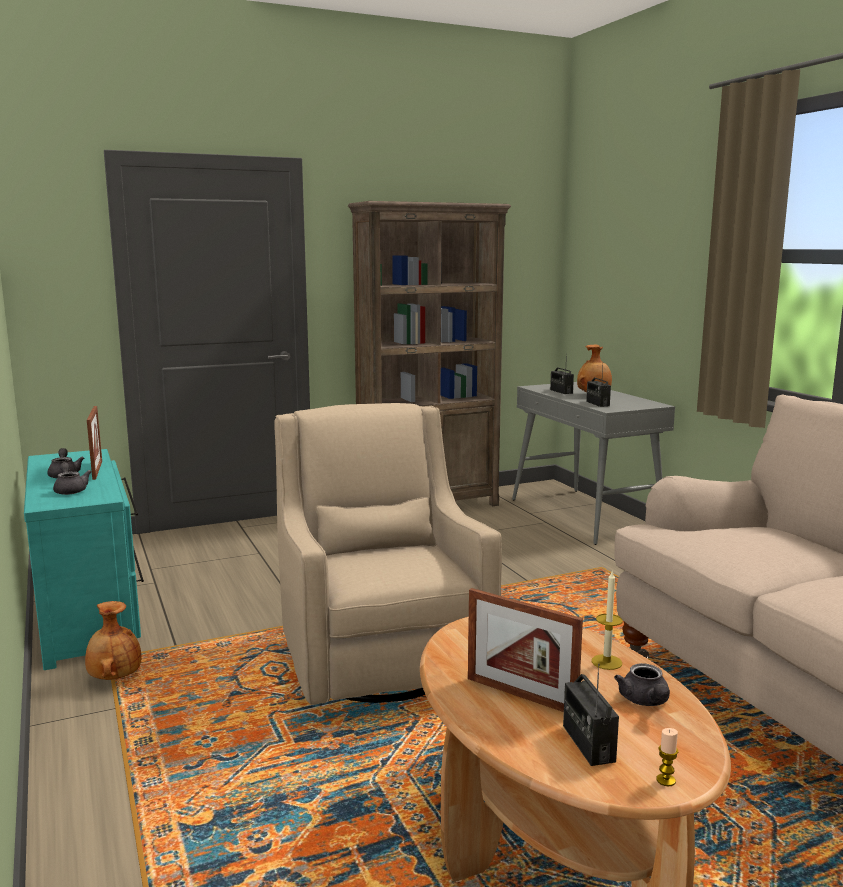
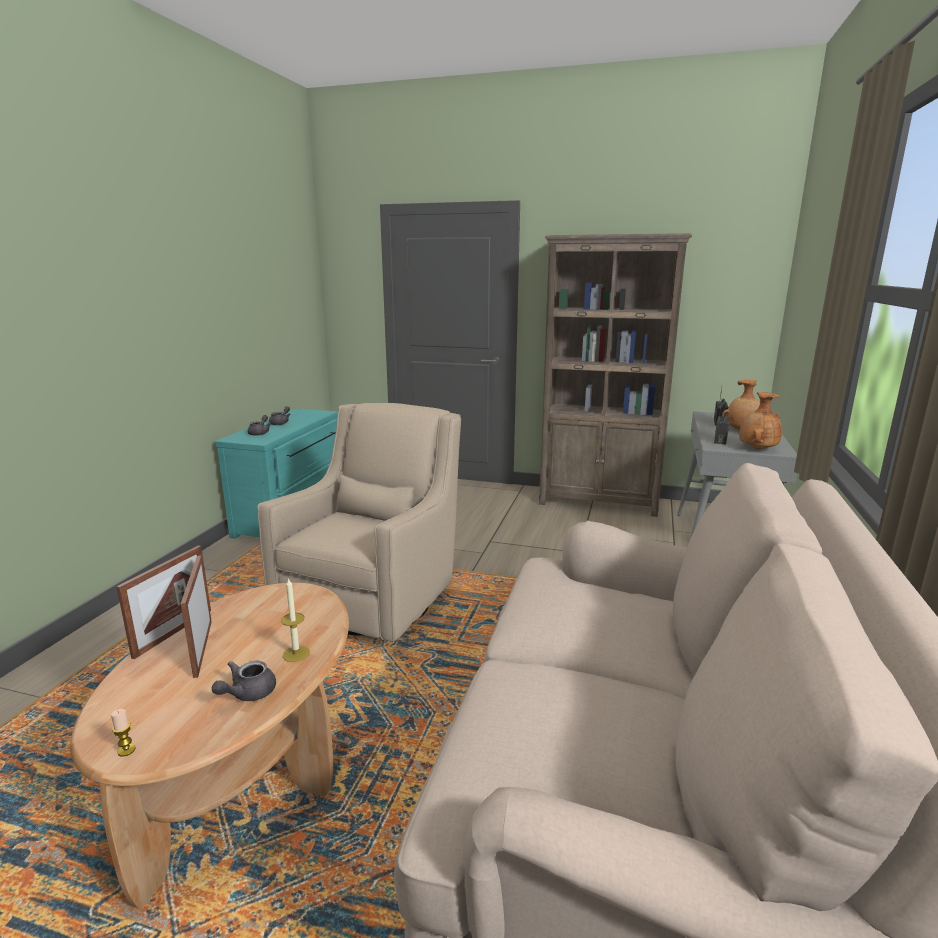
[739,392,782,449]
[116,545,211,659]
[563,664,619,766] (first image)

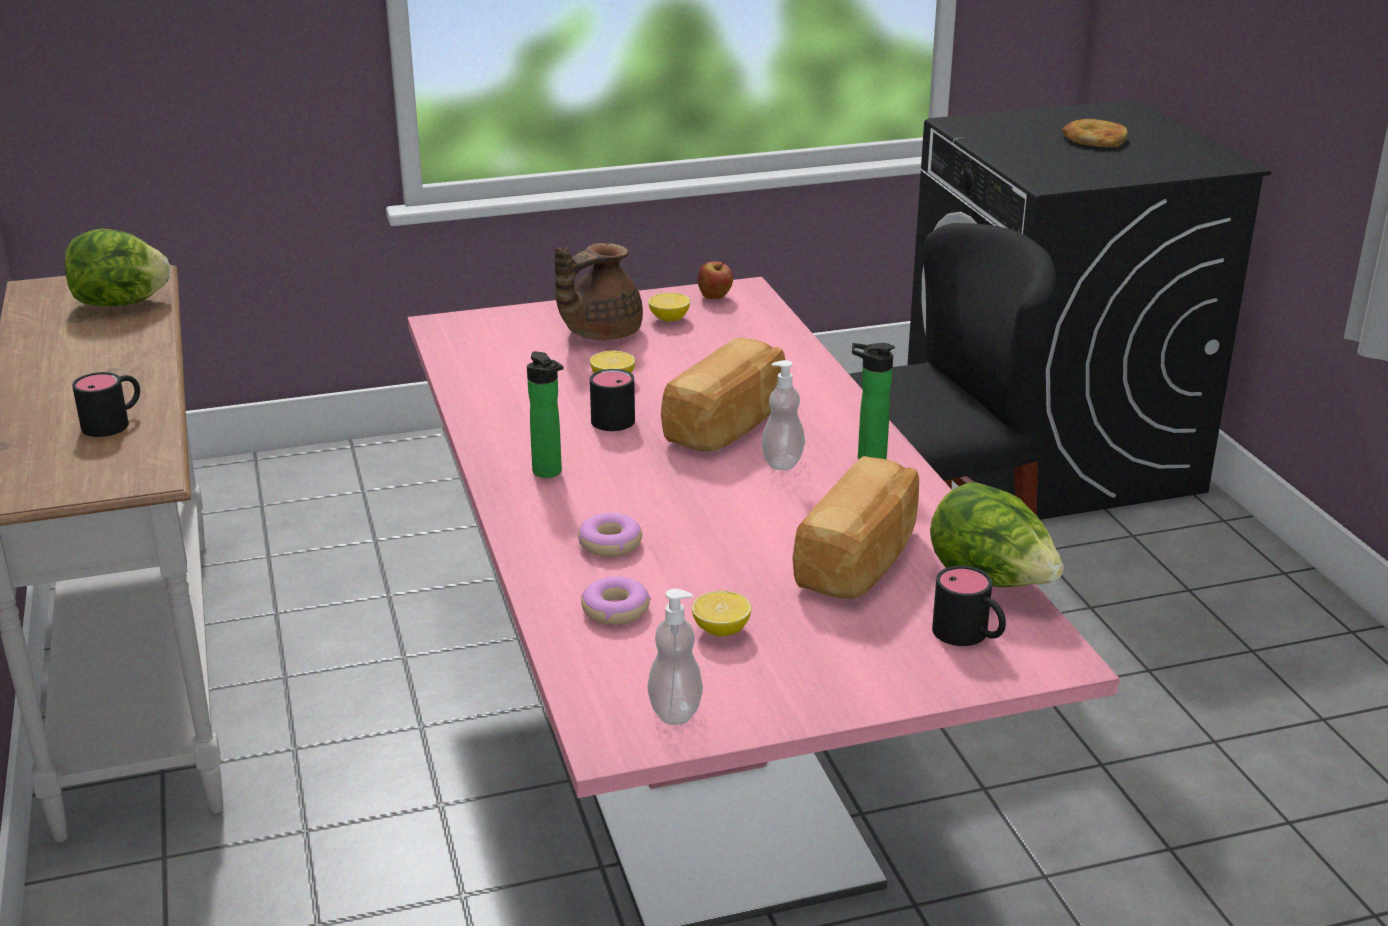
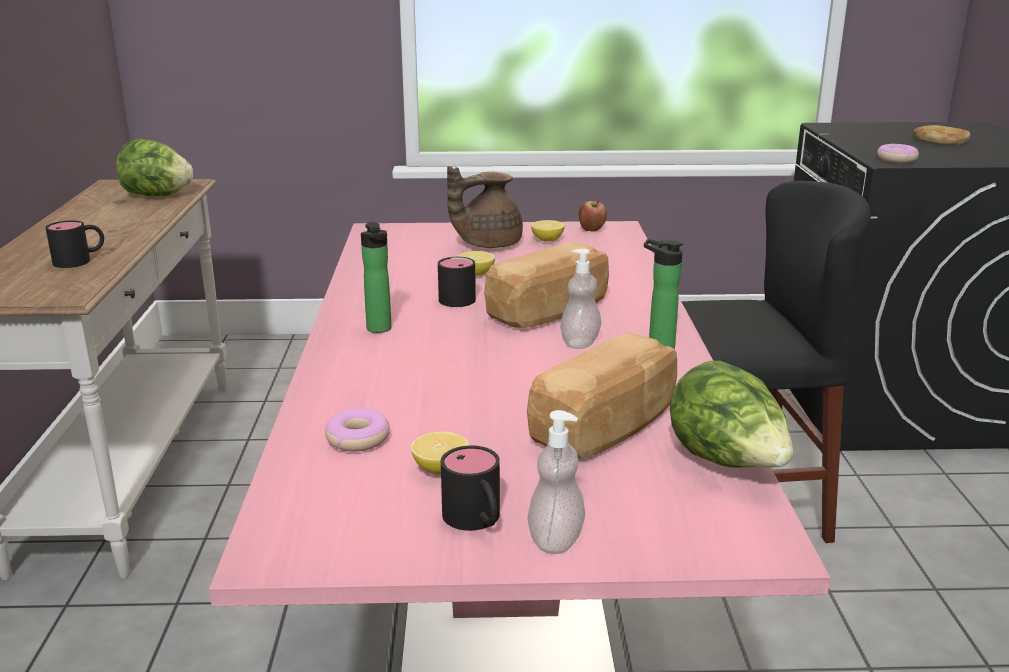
[877,144,919,163]
[527,410,585,554]
[441,445,500,531]

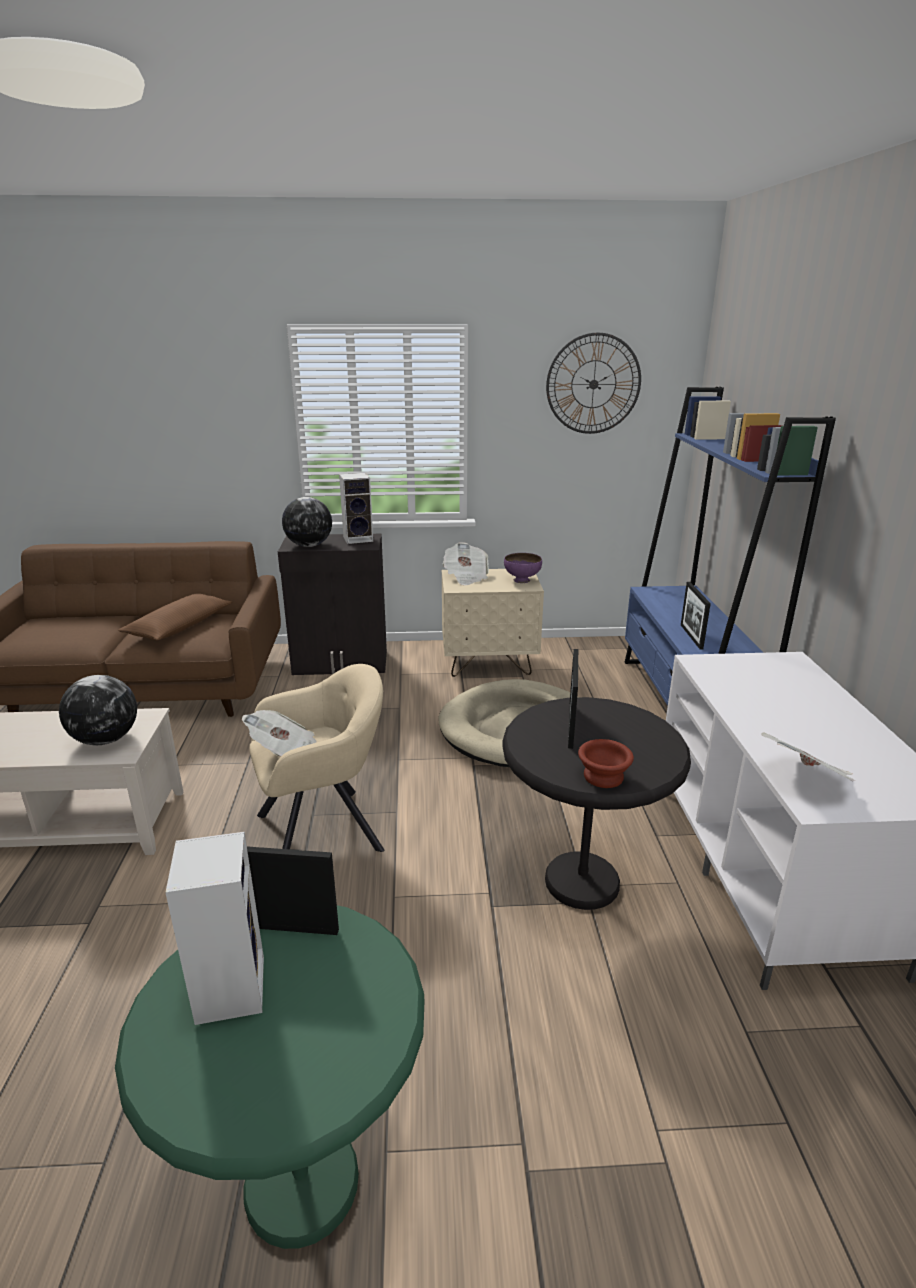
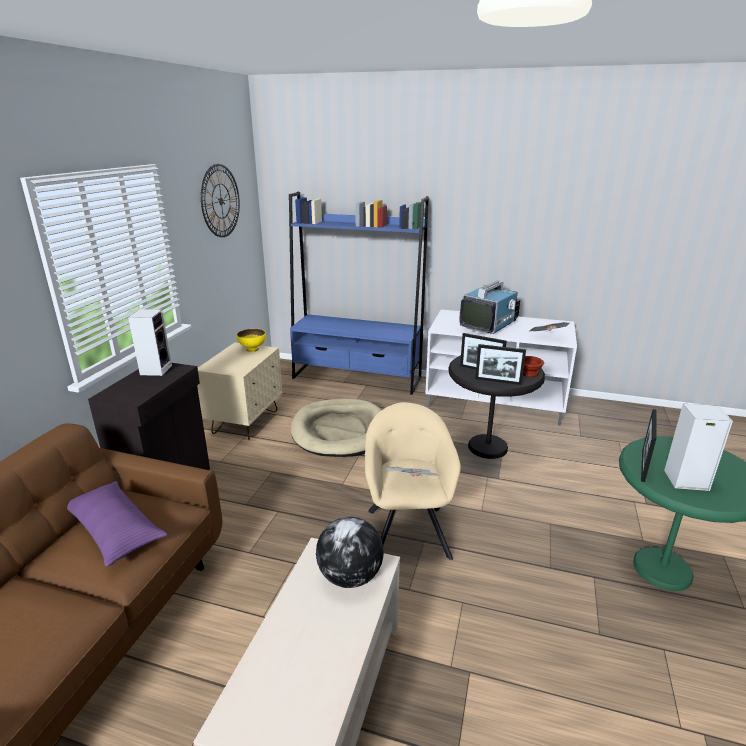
[67,481,168,567]
[282,497,332,547] (first image)
[443,542,489,586] (first image)
[237,328,266,352]
[475,344,526,385]
[460,280,520,334]

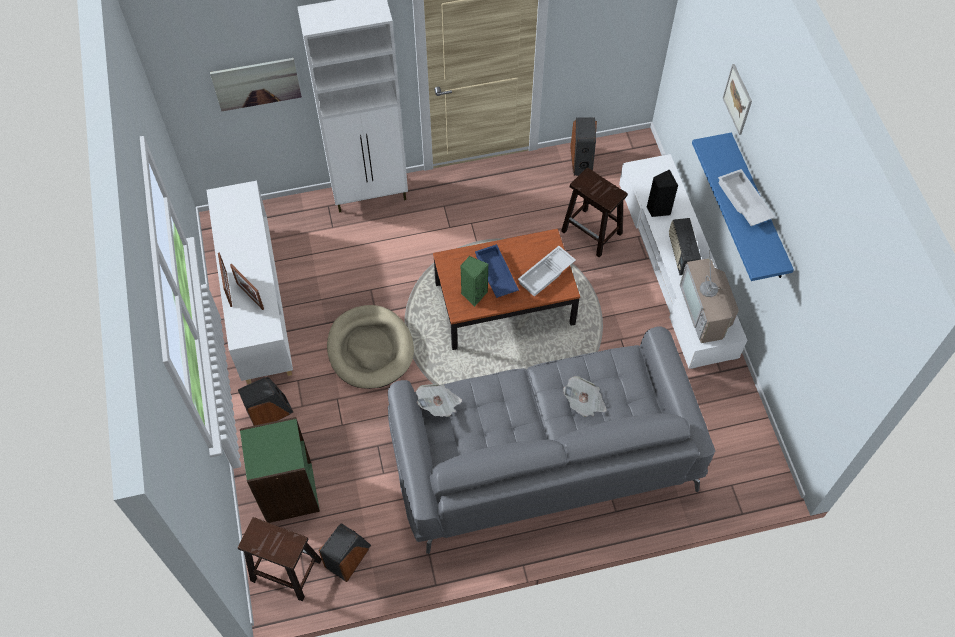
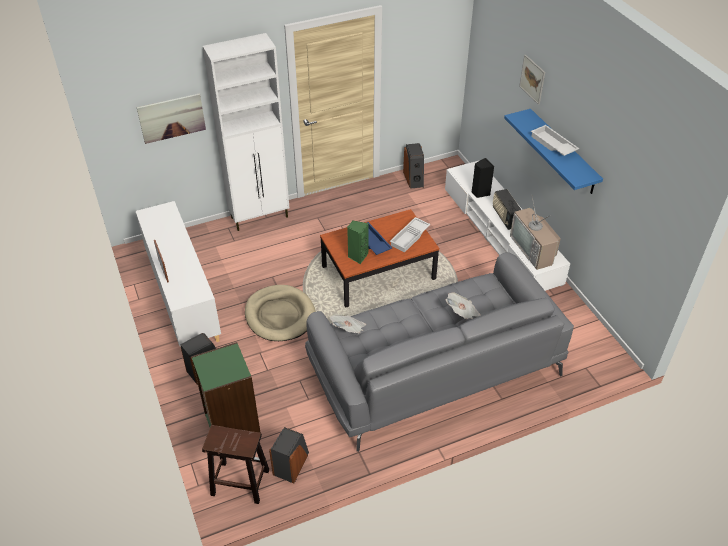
[230,264,264,310] (first image)
[561,167,628,257] (first image)

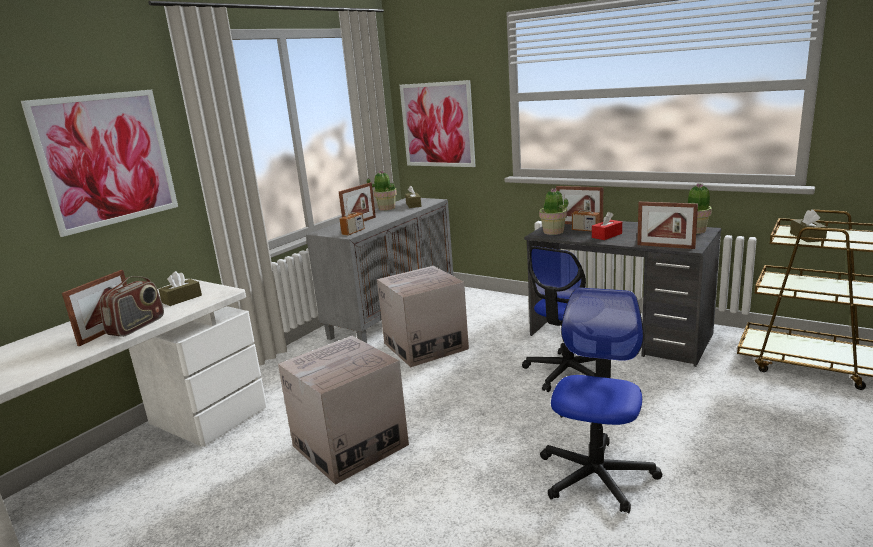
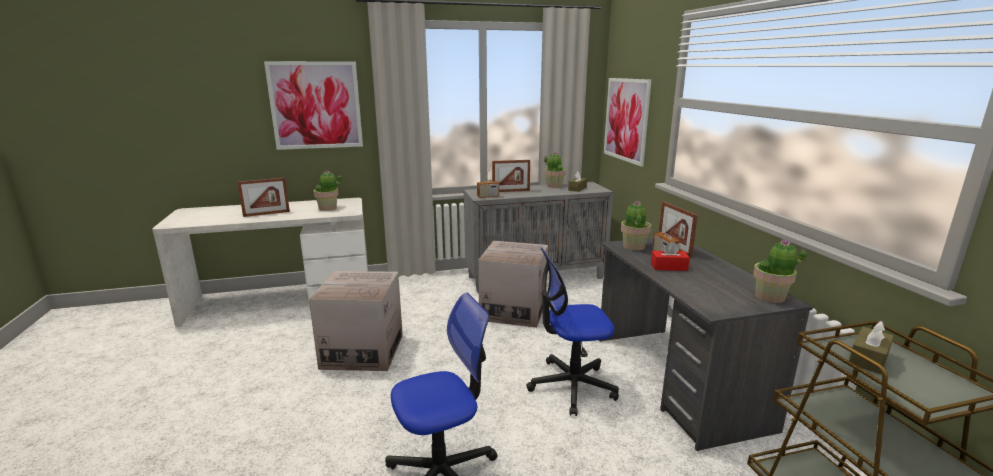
[100,276,164,337] (first image)
[314,170,342,211]
[637,202,698,249] (first image)

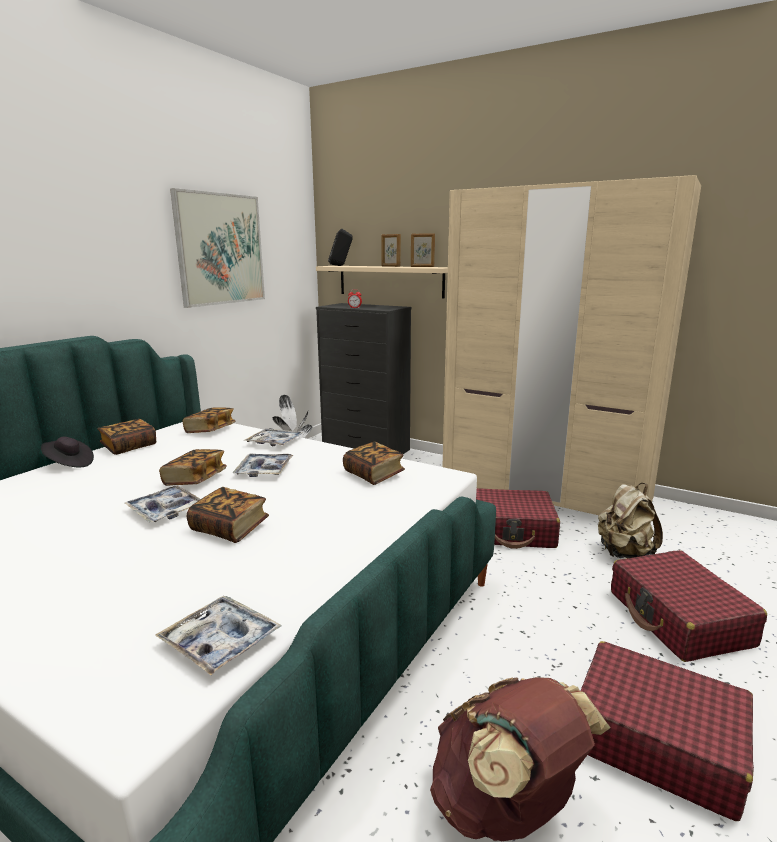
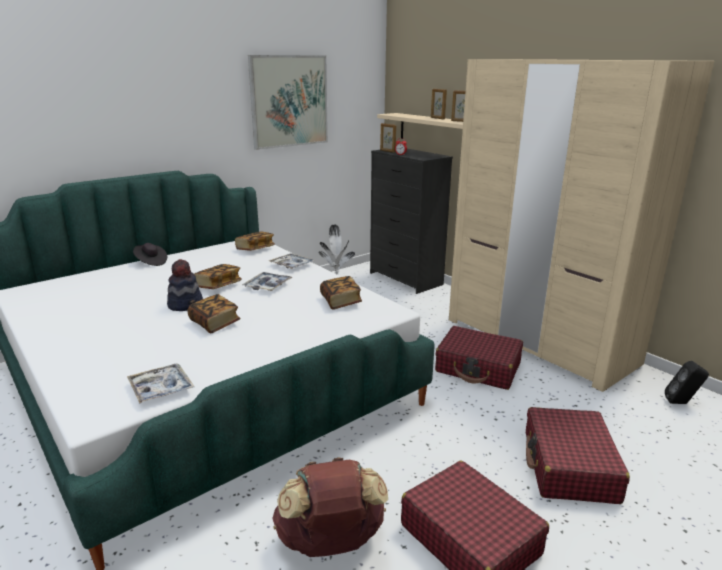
[98,419,156,455] (first image)
[167,259,203,311]
[665,361,709,404]
[598,483,663,558] (first image)
[380,123,397,153]

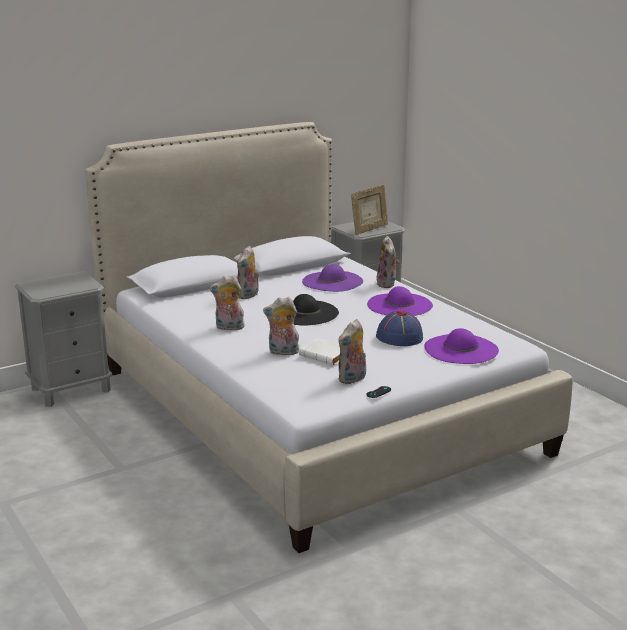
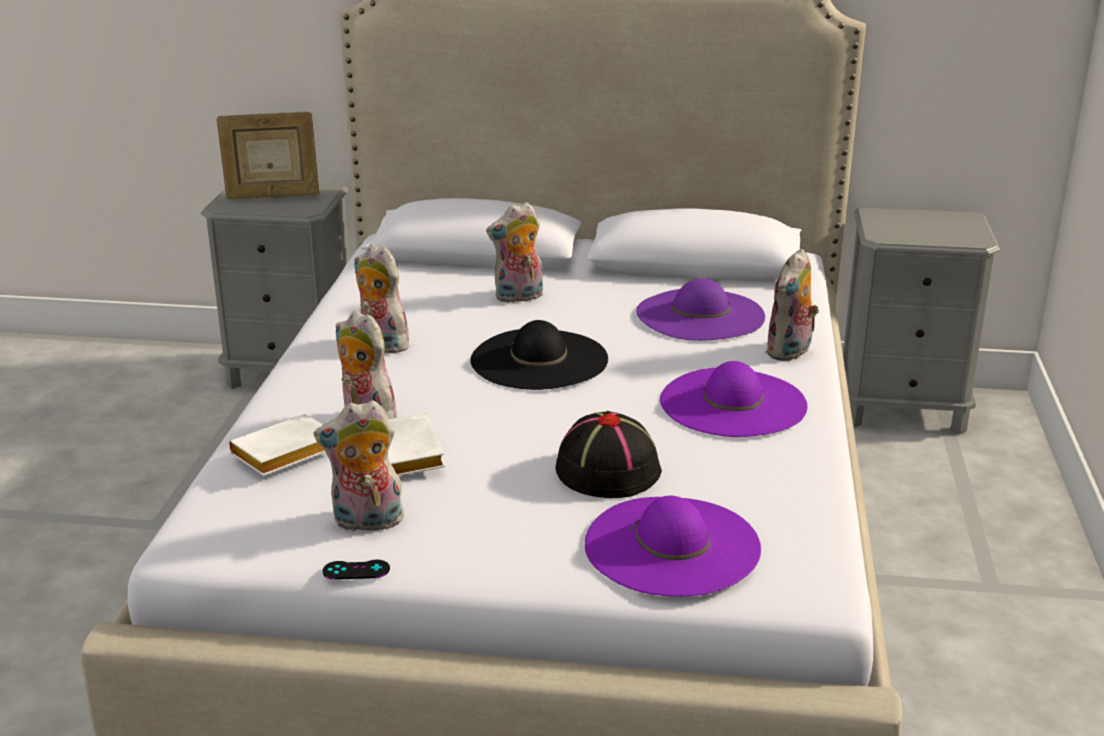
[216,112,319,199]
[555,411,662,498]
[229,414,325,476]

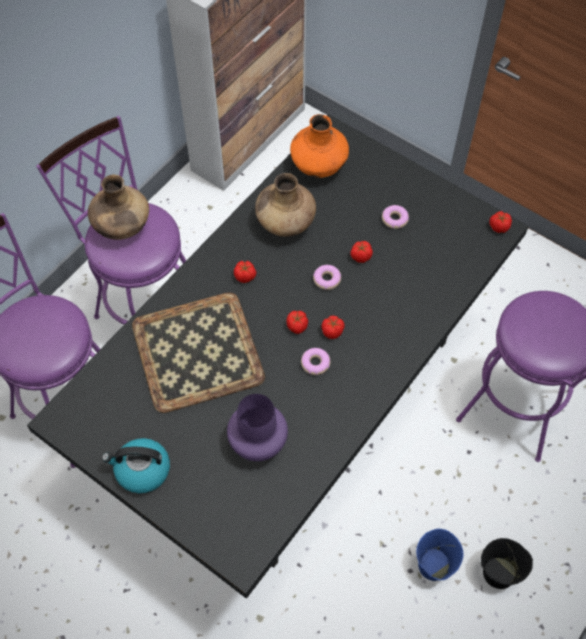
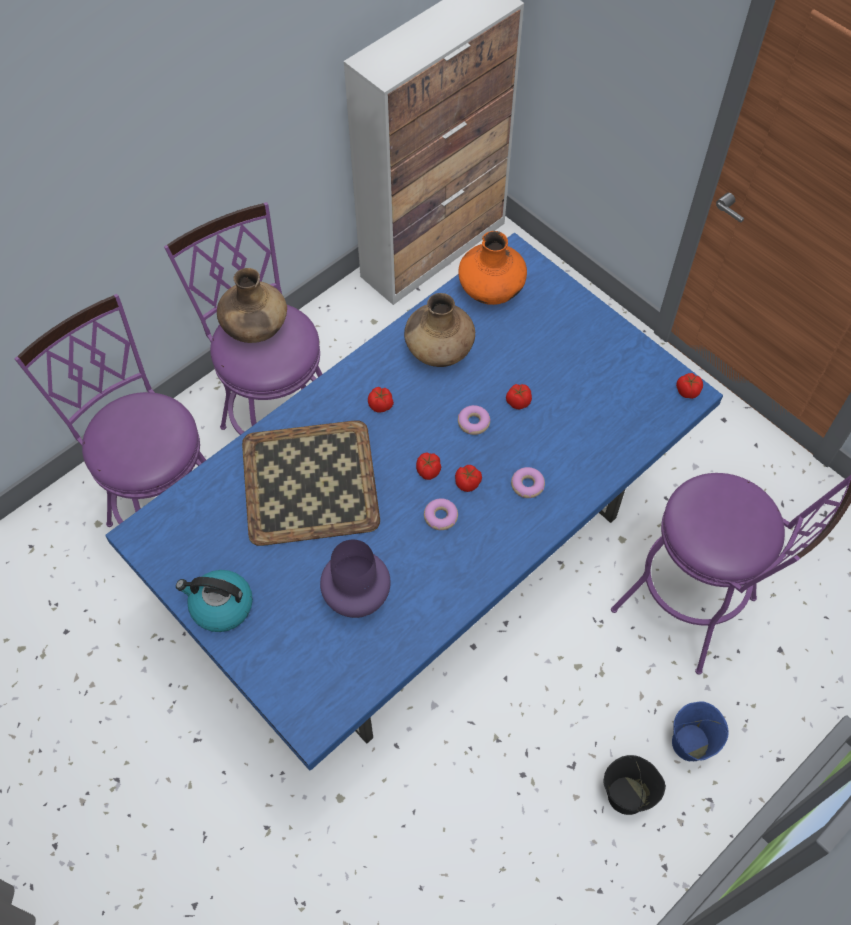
[105,233,723,770]
[511,467,545,498]
[672,701,729,761]

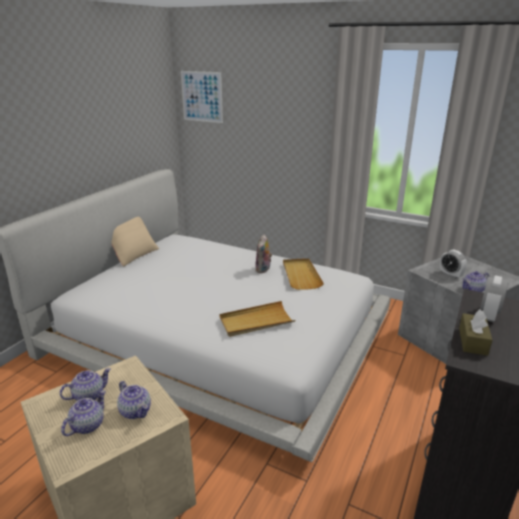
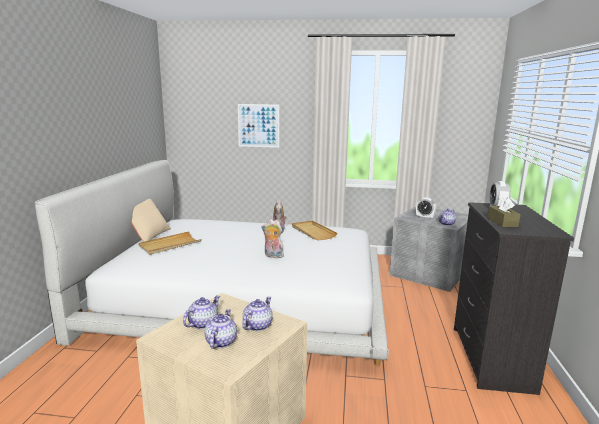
[242,297,273,331]
[238,104,279,148]
[138,232,202,255]
[262,219,284,258]

